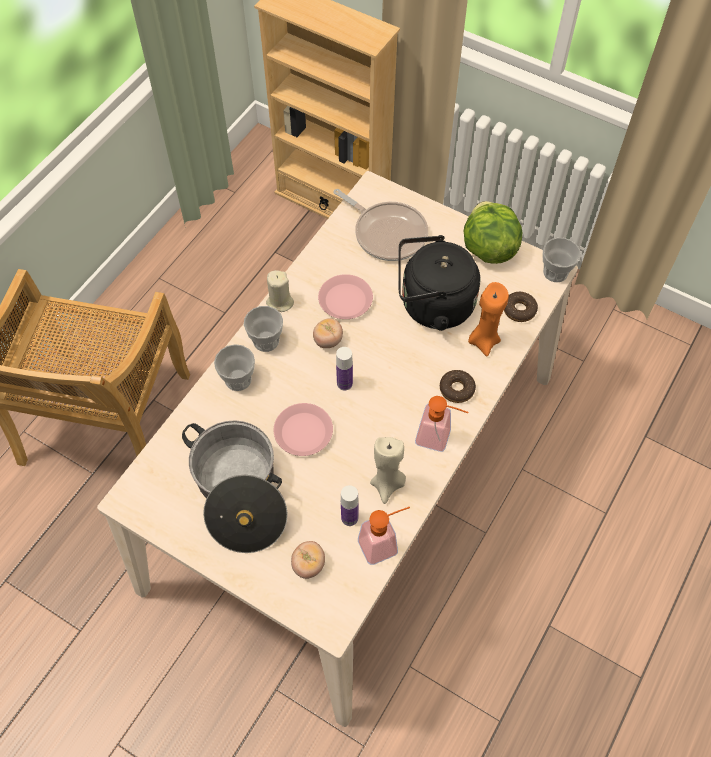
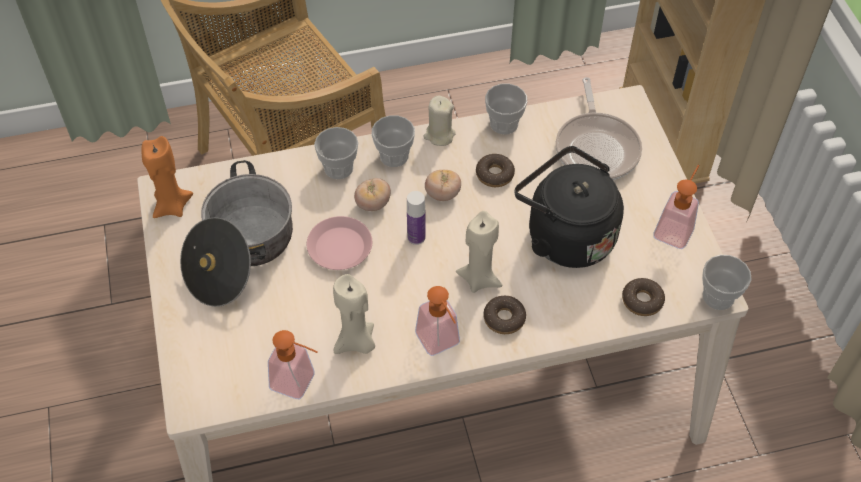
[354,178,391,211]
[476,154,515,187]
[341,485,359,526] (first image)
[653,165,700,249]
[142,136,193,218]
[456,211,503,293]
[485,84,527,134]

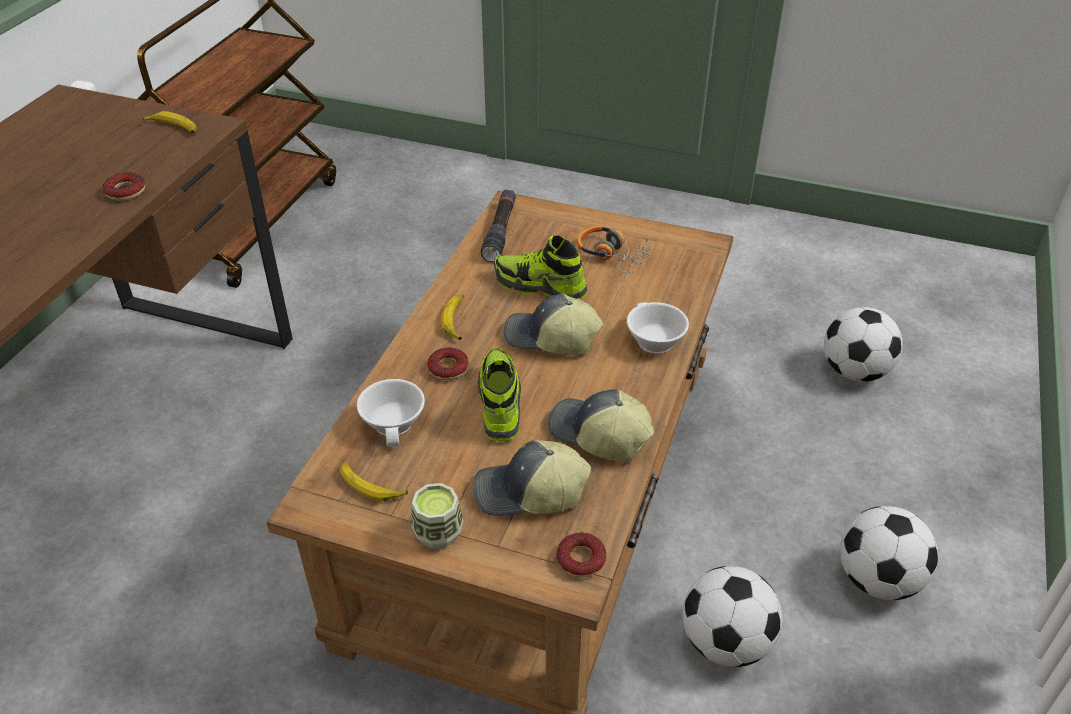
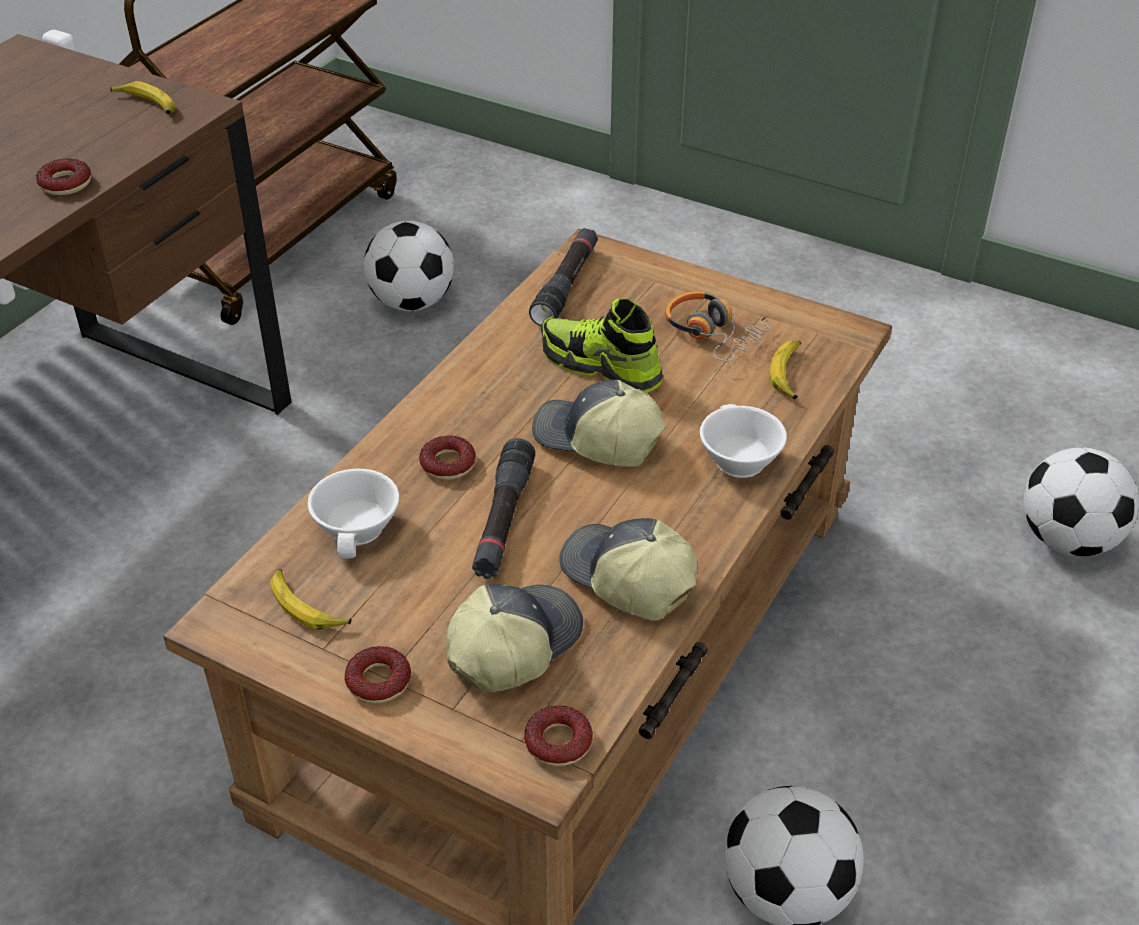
[345,646,411,703]
[770,340,801,399]
[446,584,583,692]
[472,438,535,579]
[364,221,454,311]

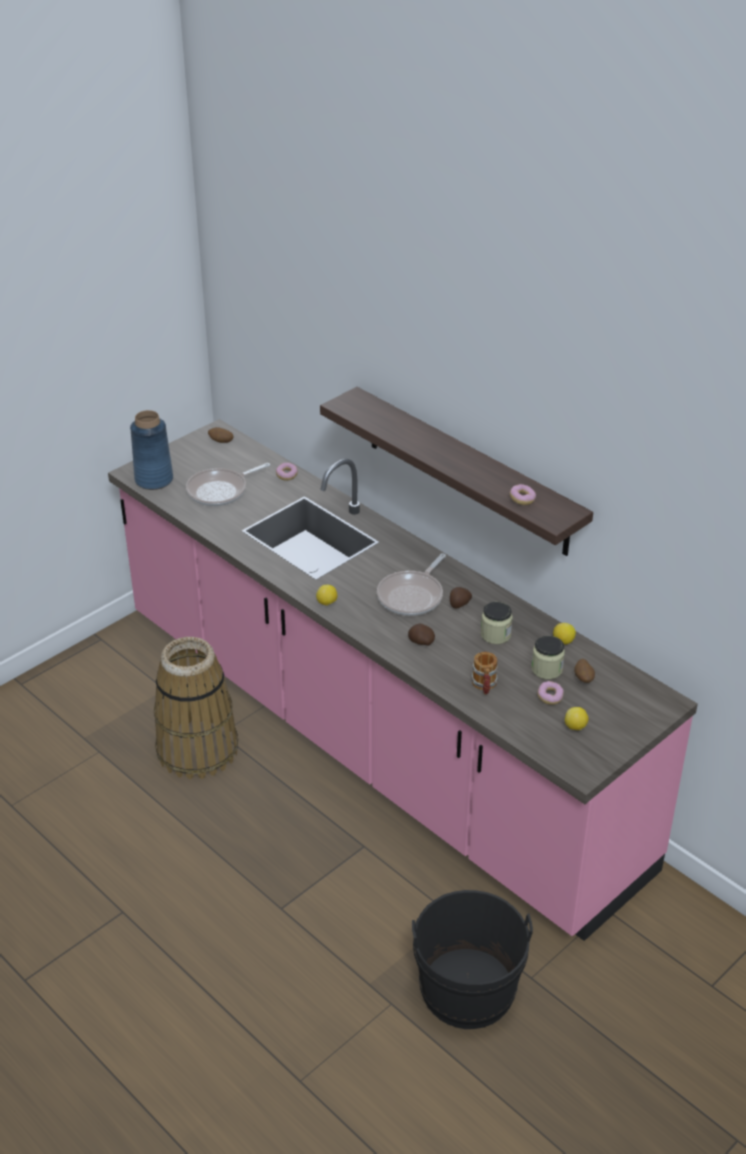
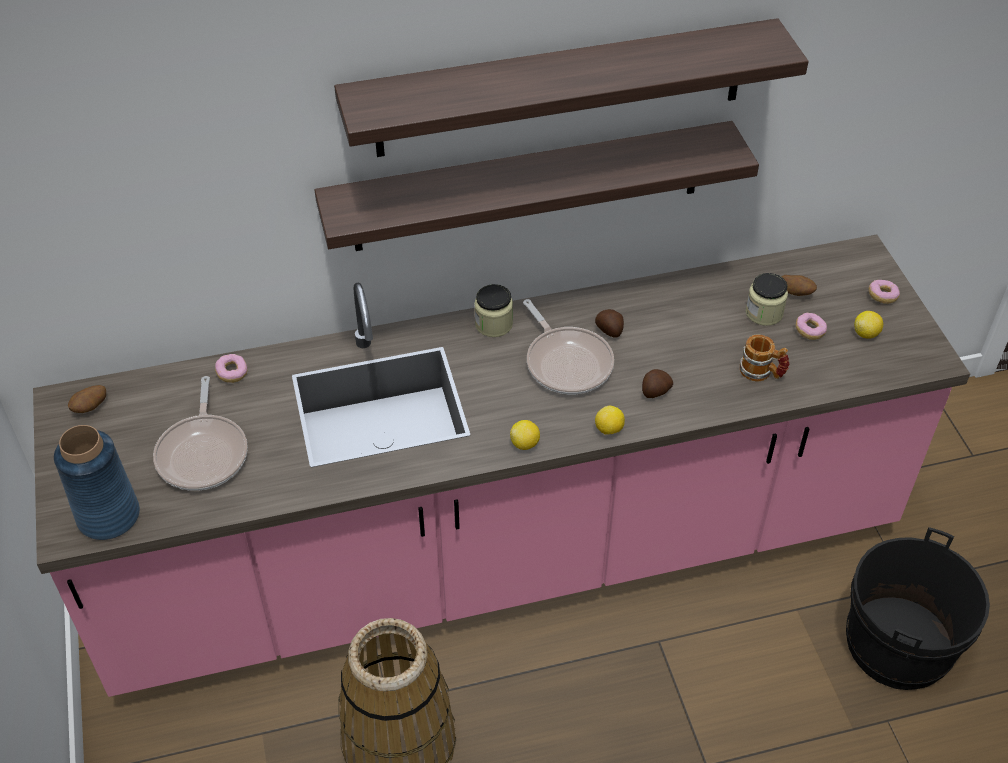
[474,284,513,337]
[869,280,900,304]
[595,406,625,435]
[334,18,809,157]

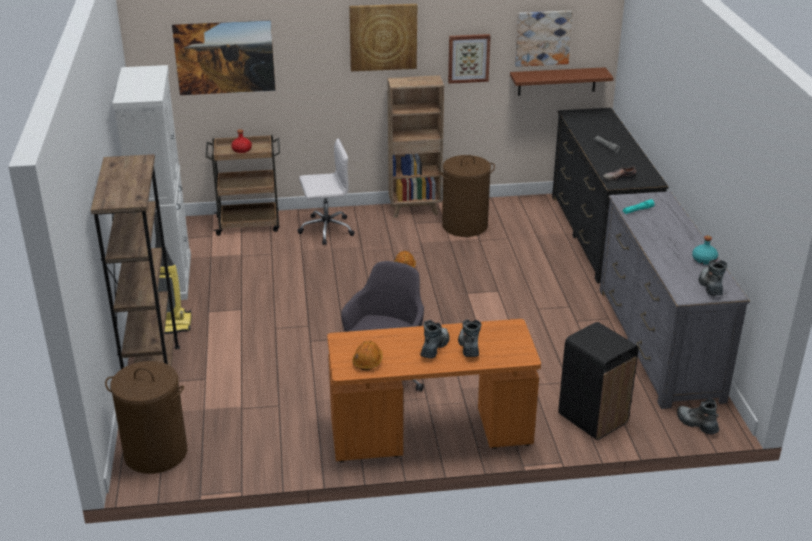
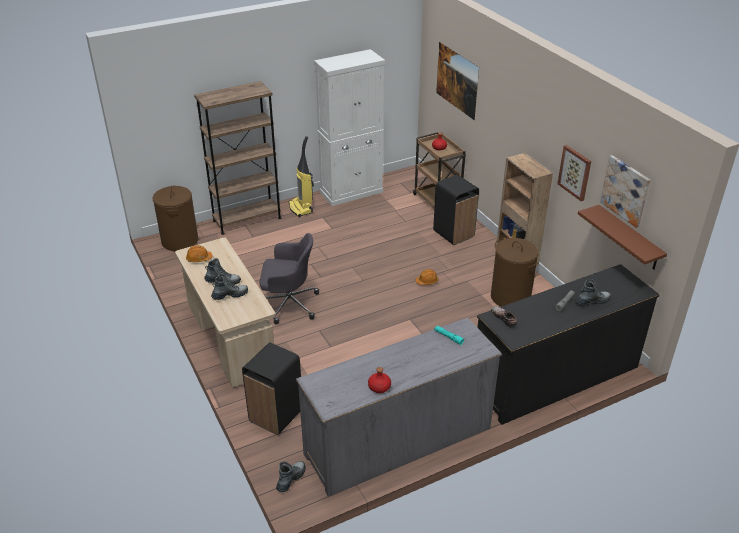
[433,175,479,245]
[175,237,275,388]
[349,4,417,71] (first image)
[368,367,391,393]
[575,279,611,306]

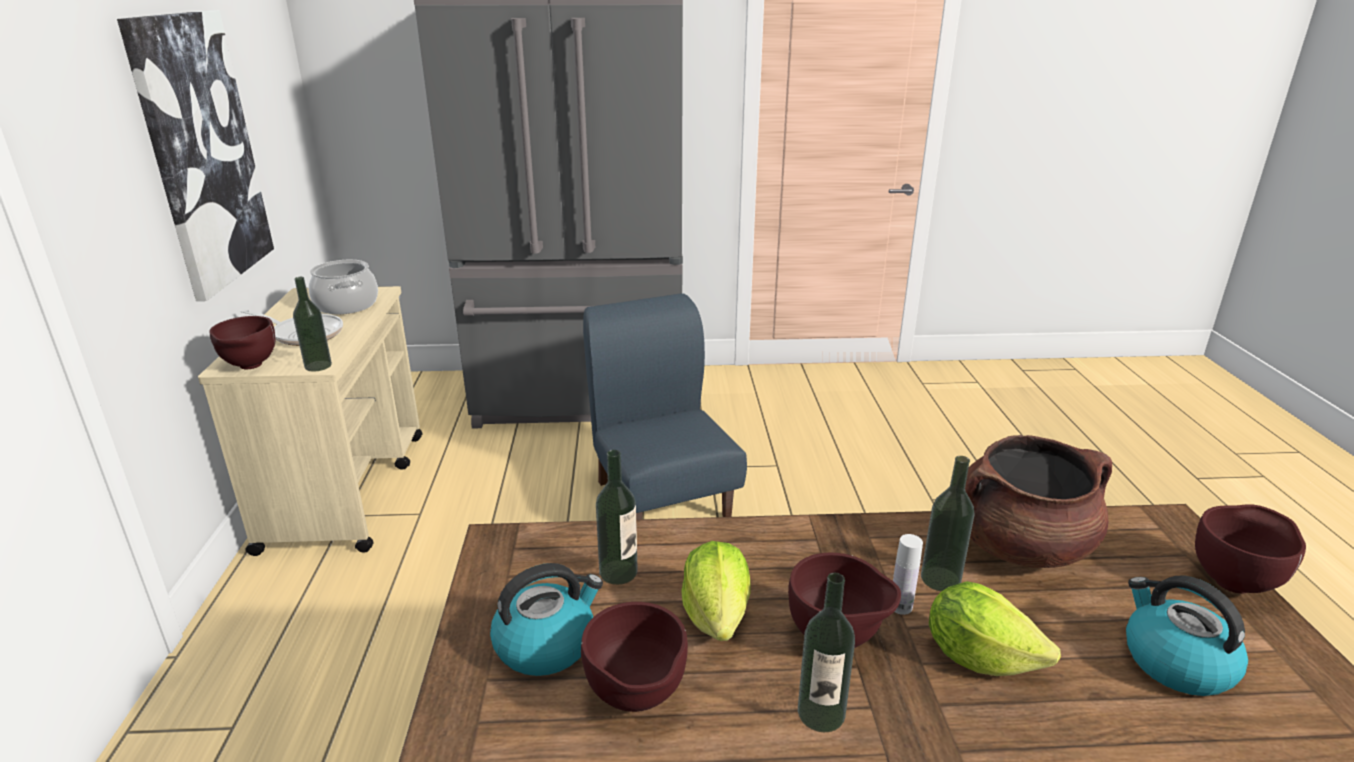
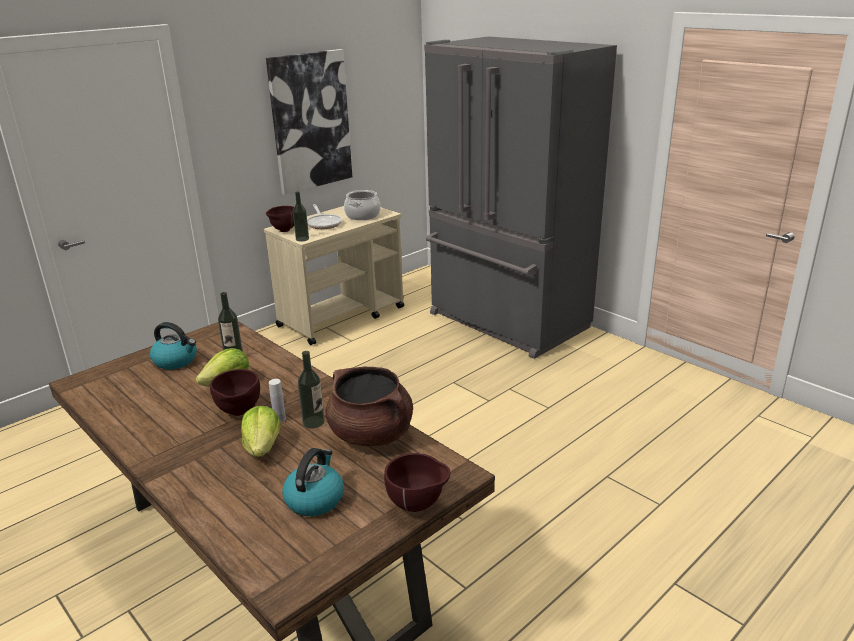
[581,602,688,712] (first image)
[583,293,747,520] (first image)
[798,573,855,732] (first image)

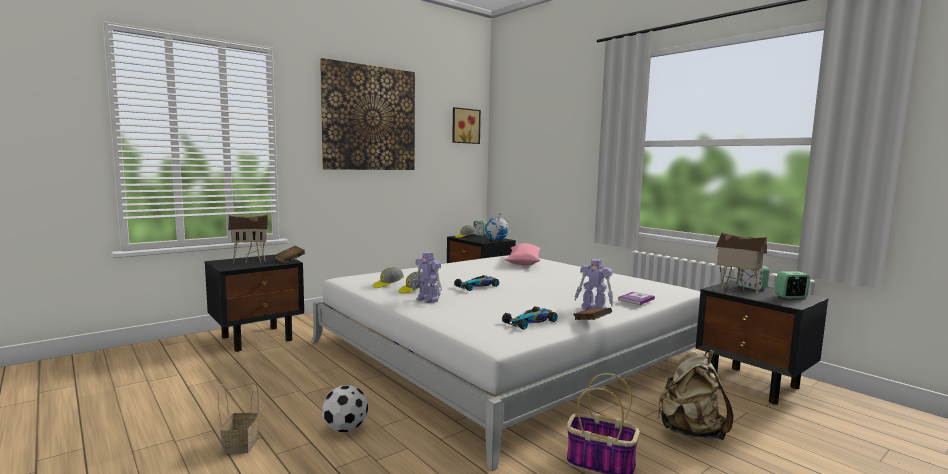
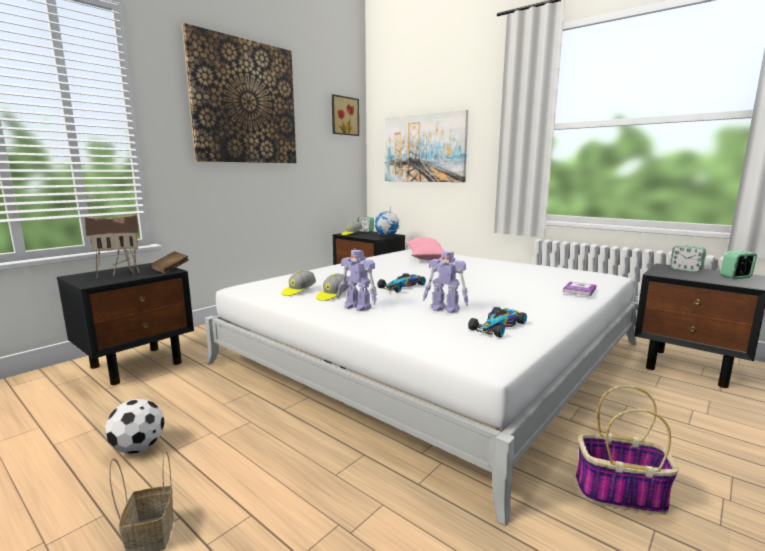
[105,399,165,454]
[573,308,612,320] (first image)
[423,251,468,313]
[658,349,733,440] (first image)
[716,232,767,295] (first image)
[385,110,468,182]

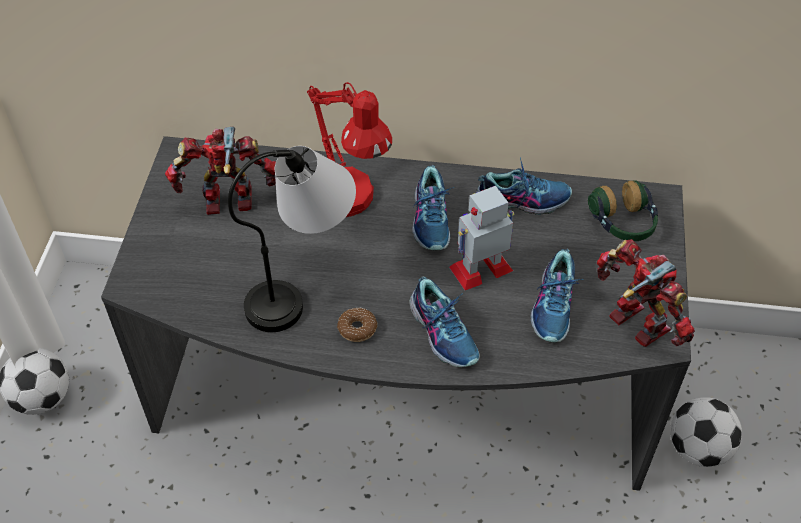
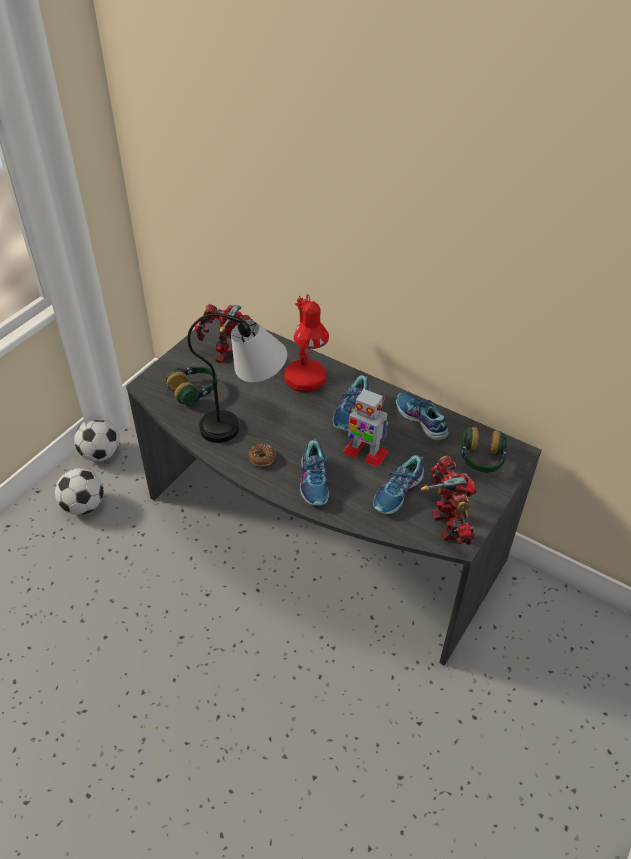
[342,388,389,467]
[396,393,449,441]
[55,468,103,515]
[166,366,217,404]

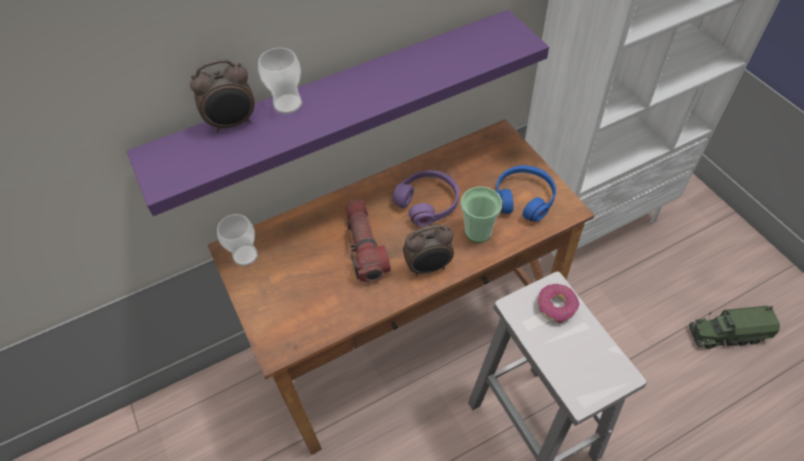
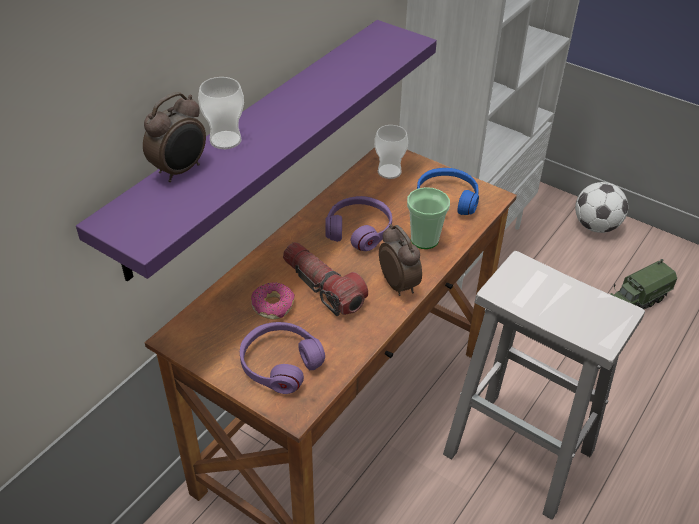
[374,125,408,179]
[379,224,422,296]
[251,282,295,320]
[240,322,325,394]
[575,182,628,233]

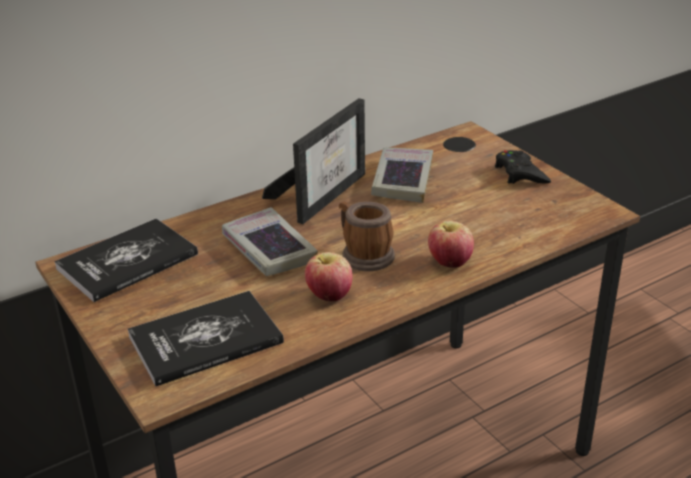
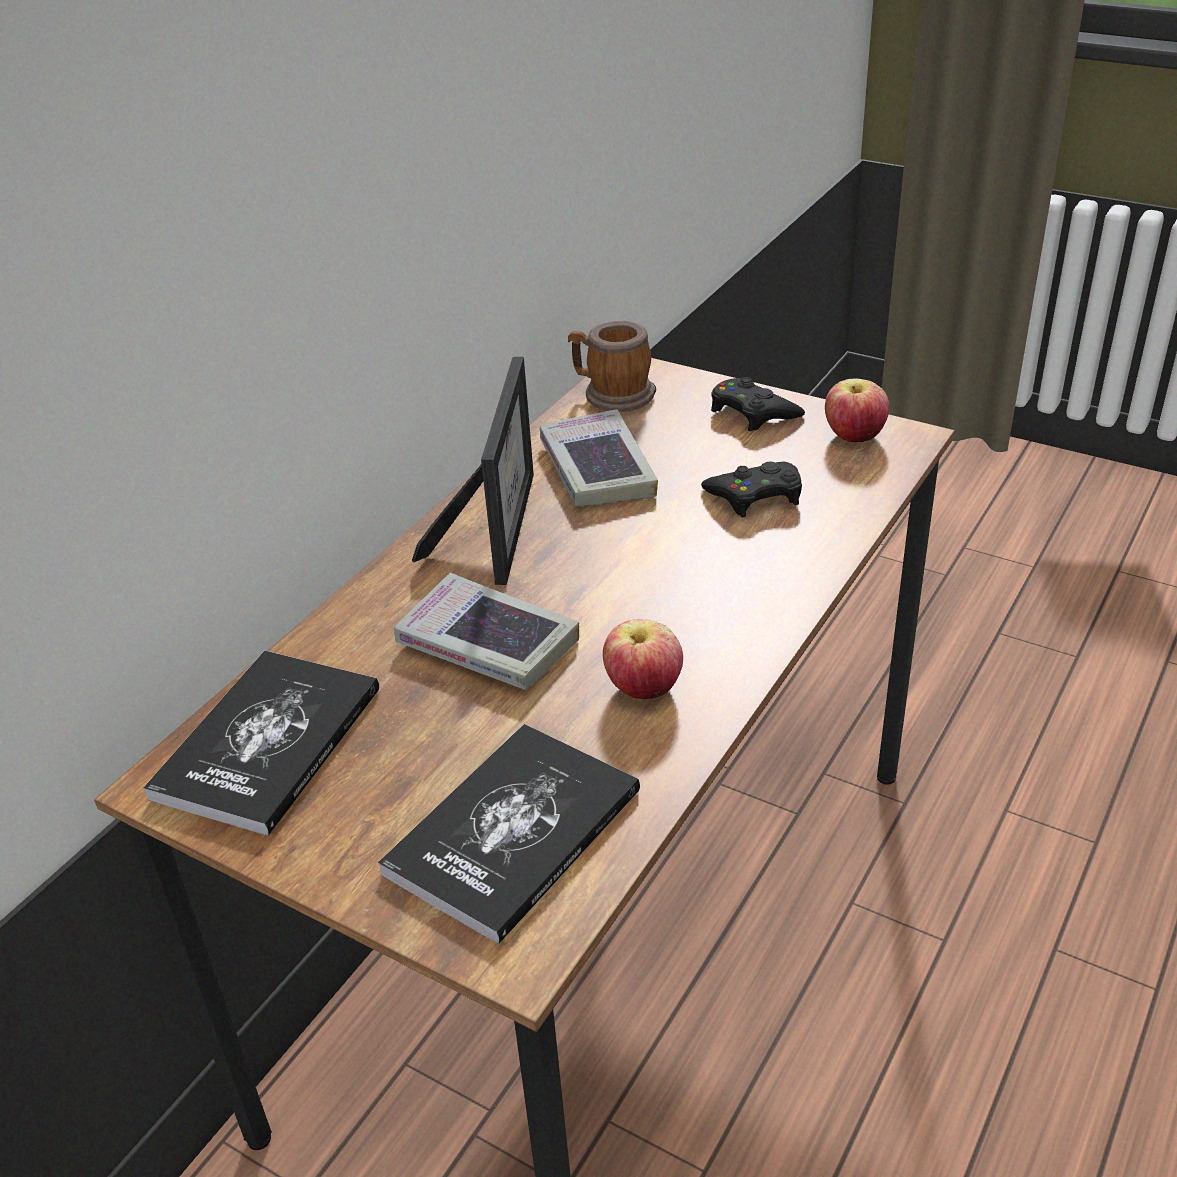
[568,321,655,412]
[825,379,889,442]
[701,462,802,517]

